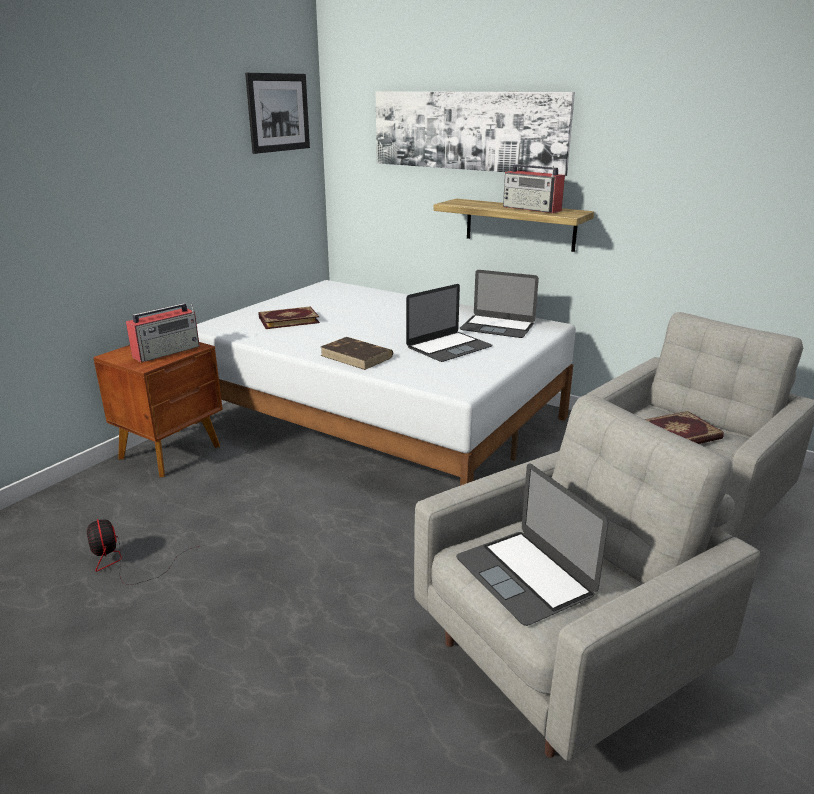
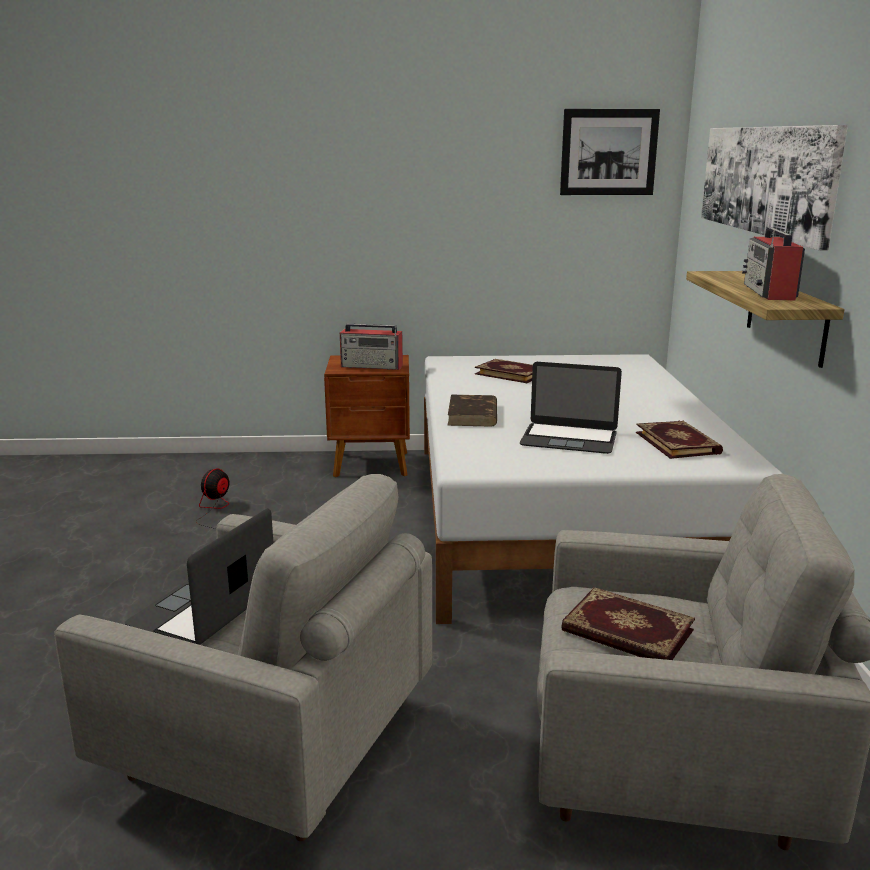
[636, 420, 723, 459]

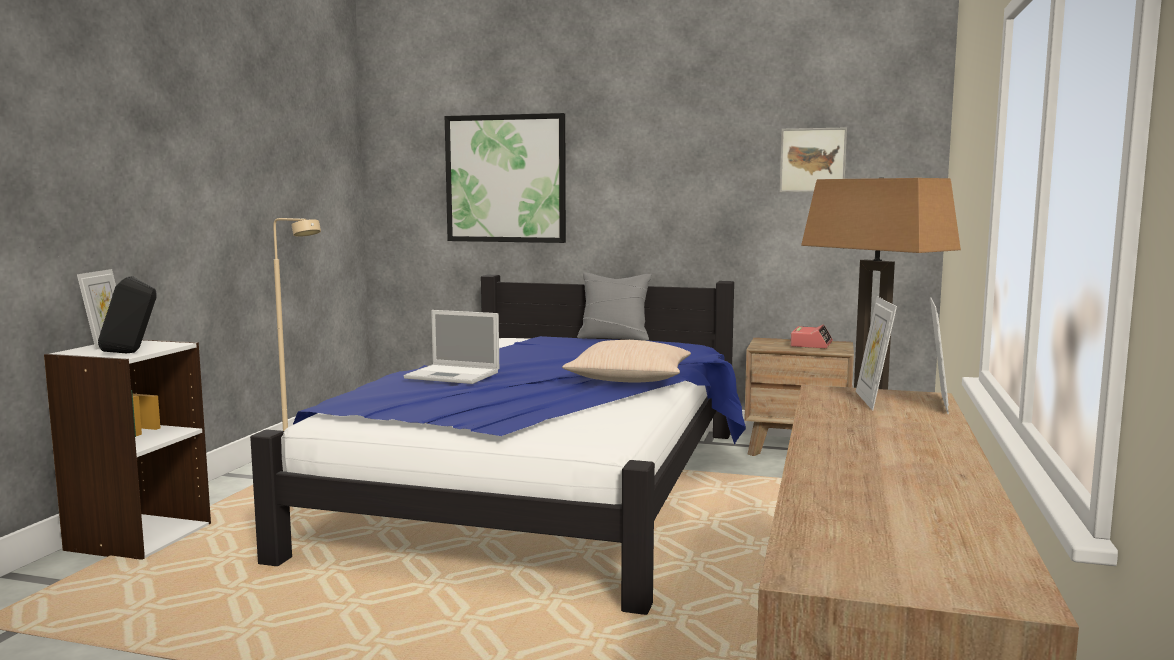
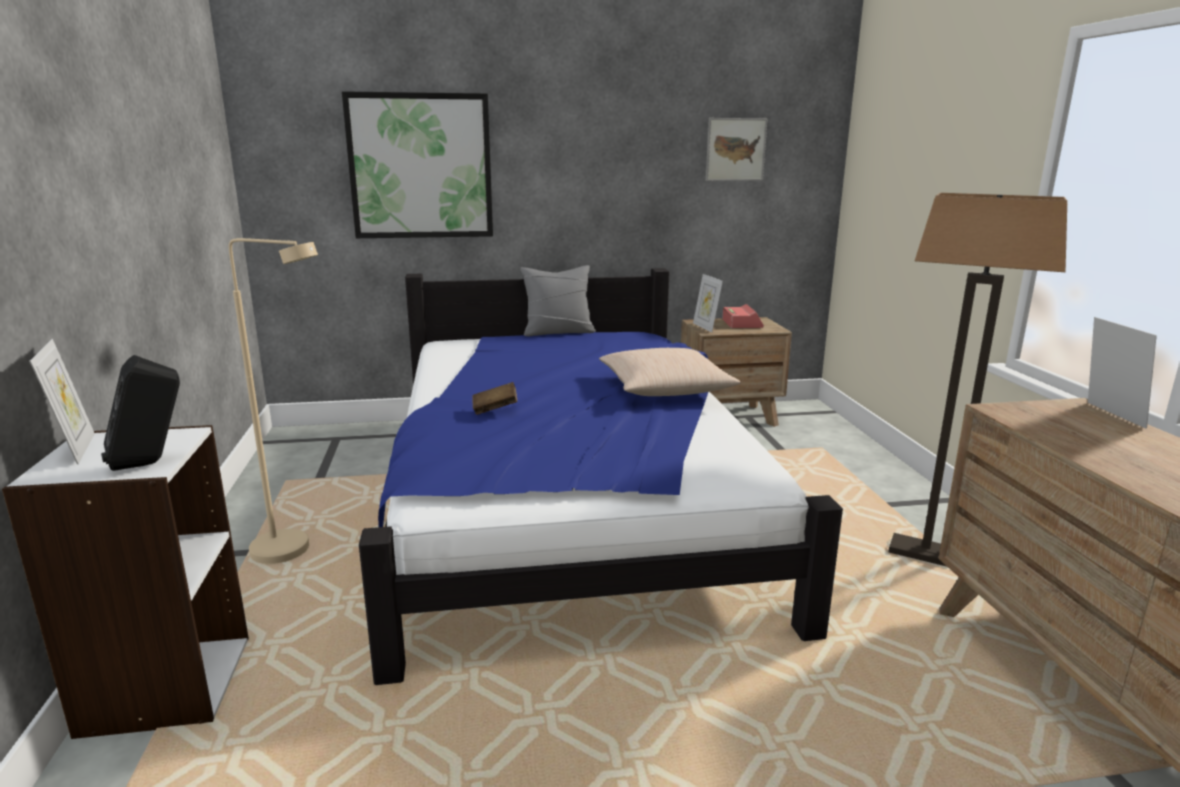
[472, 382, 517, 415]
[693, 274, 723, 333]

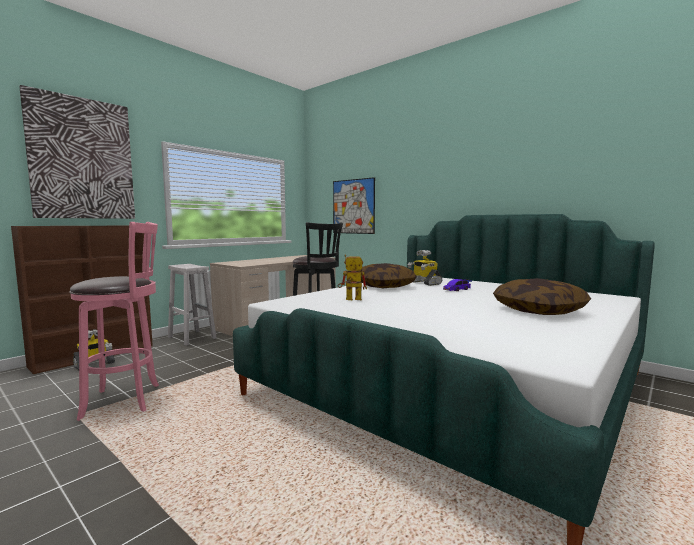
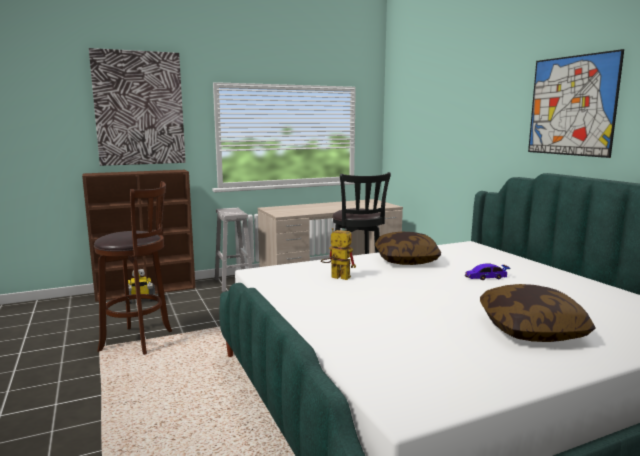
[94, 181, 172, 355]
[528, 49, 624, 158]
[408, 250, 442, 286] (first image)

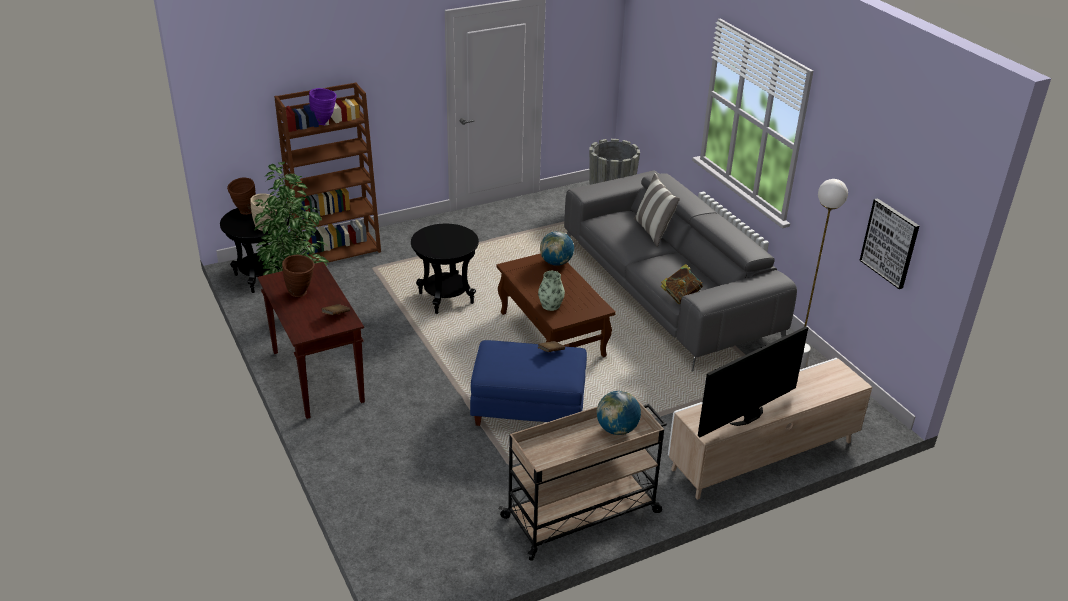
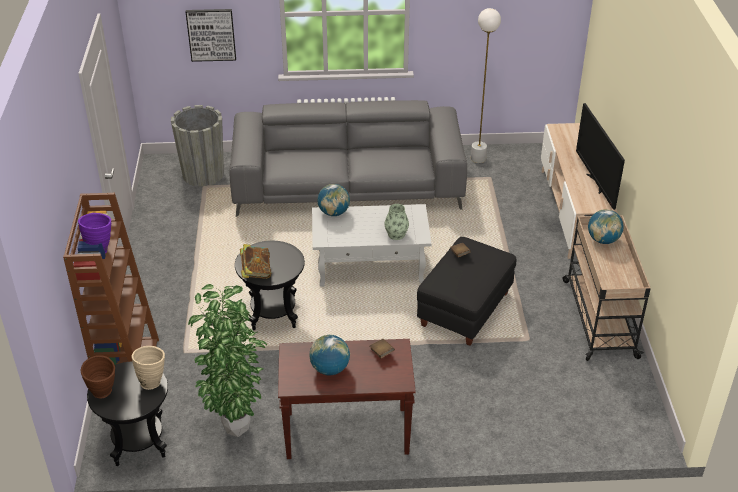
[186, 9, 236, 62]
[240, 244, 271, 279]
[309, 335, 350, 375]
[312, 204, 432, 287]
[417, 237, 517, 346]
[634, 173, 680, 247] (first image)

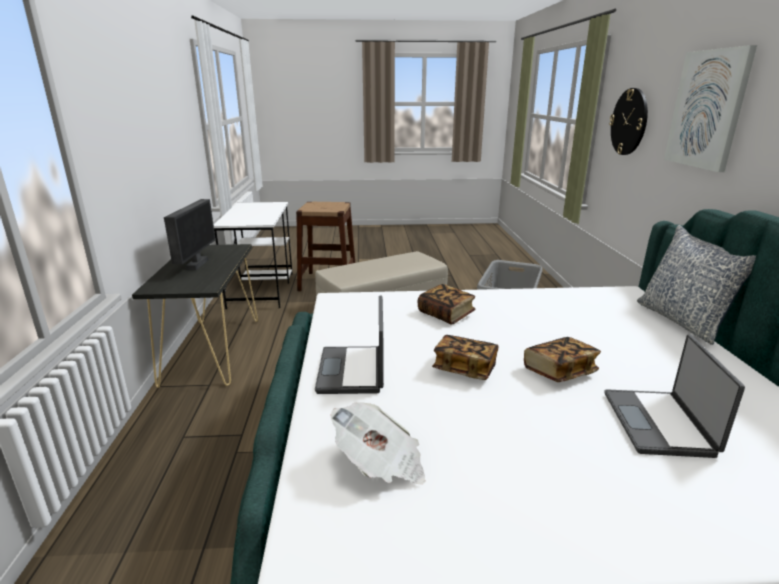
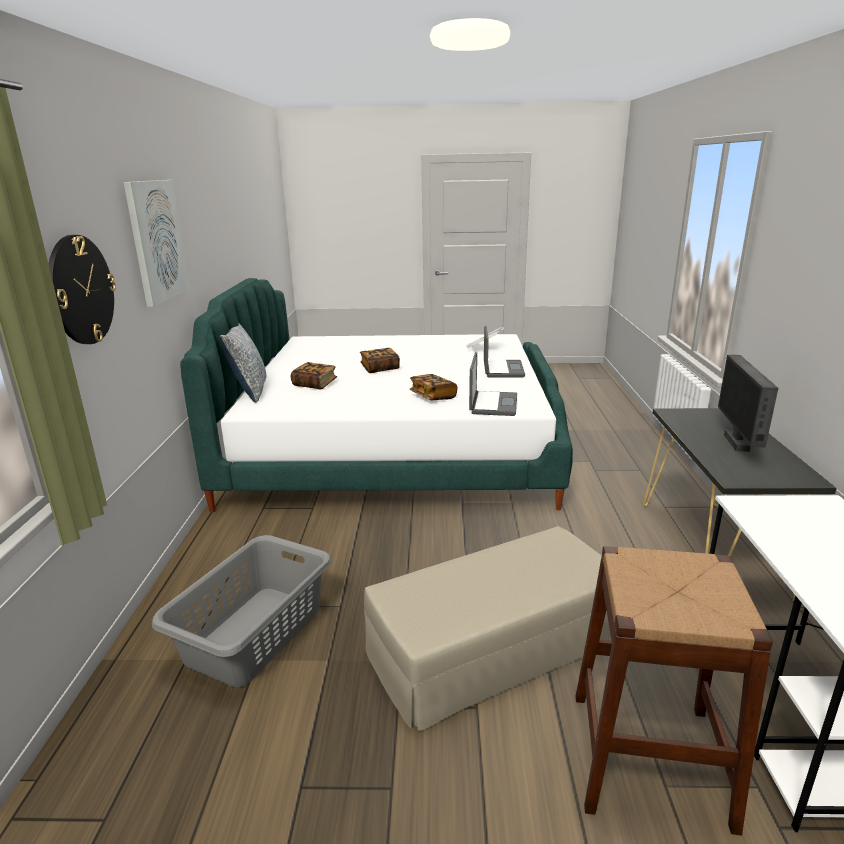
[291, 362, 337, 390]
[469, 352, 517, 416]

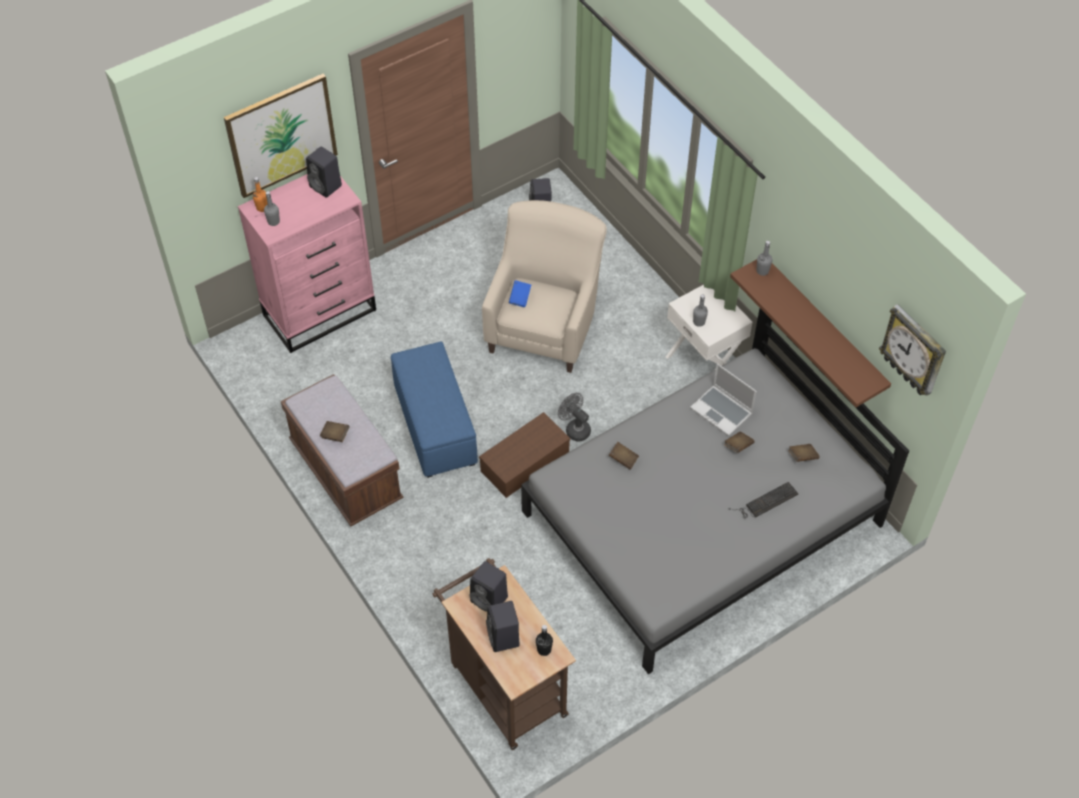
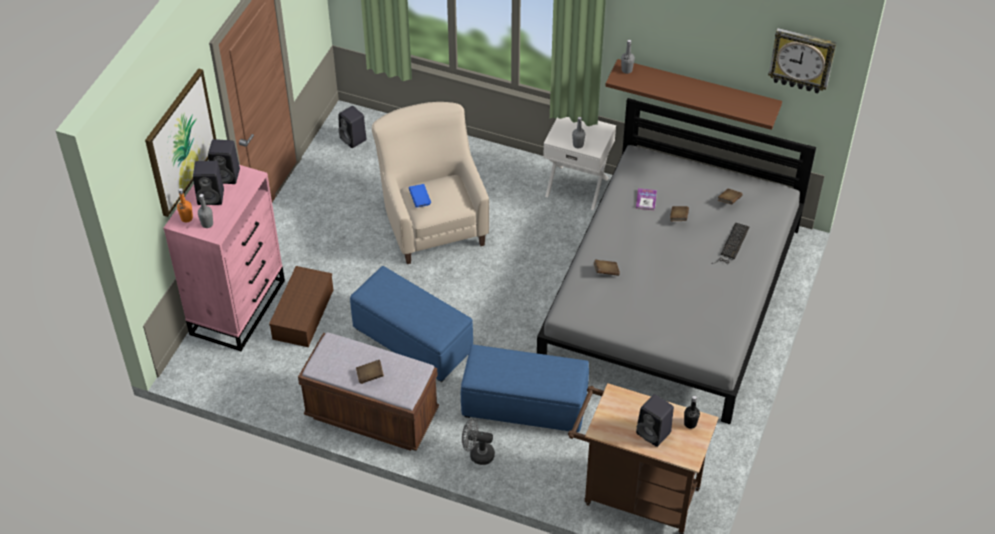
[193, 161, 224, 205]
[269, 266, 333, 347]
[461, 344, 589, 432]
[462, 419, 495, 465]
[636, 188, 657, 211]

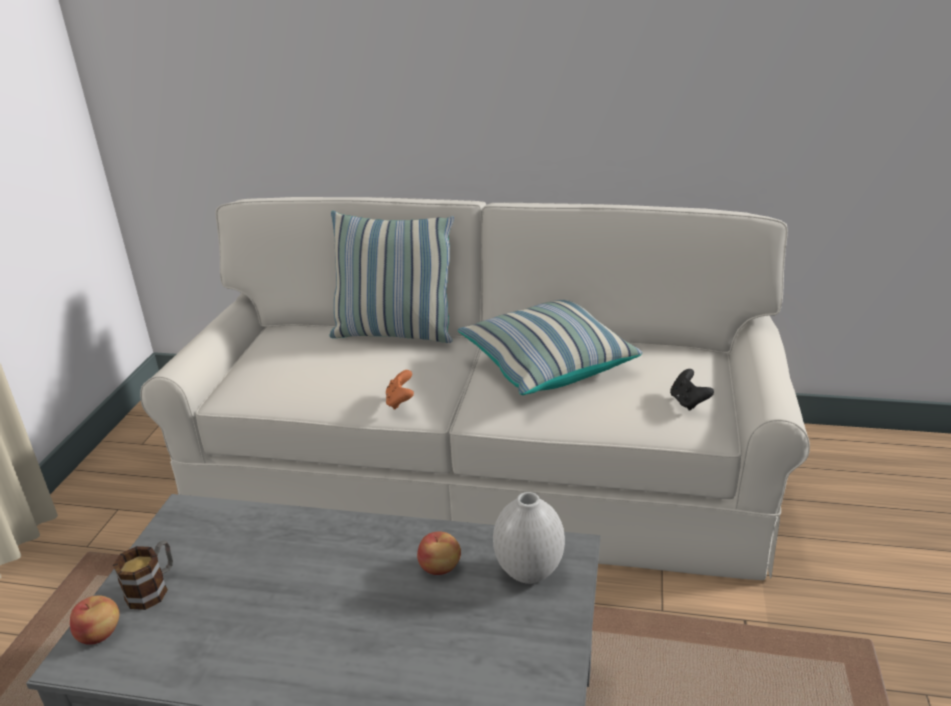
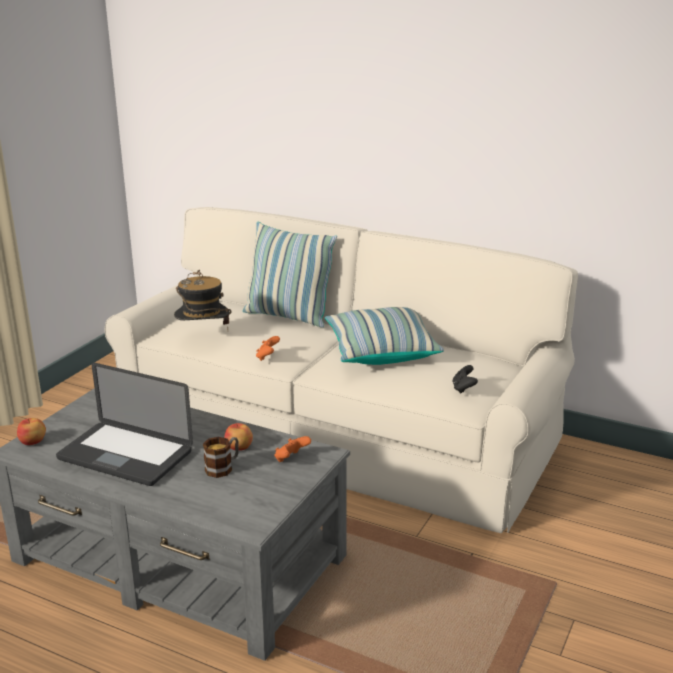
[56, 363, 193, 486]
[174, 270, 232, 330]
[203, 437, 239, 478]
[274, 436, 311, 462]

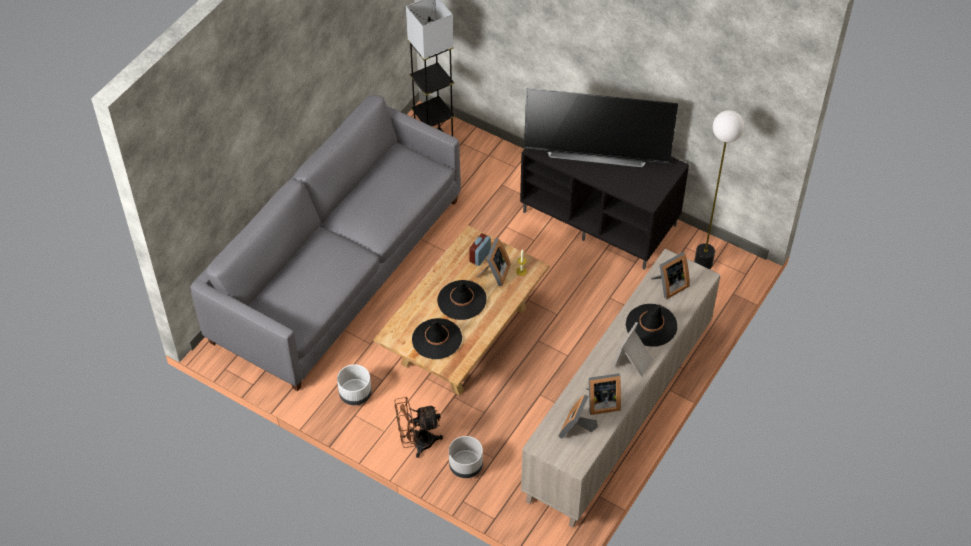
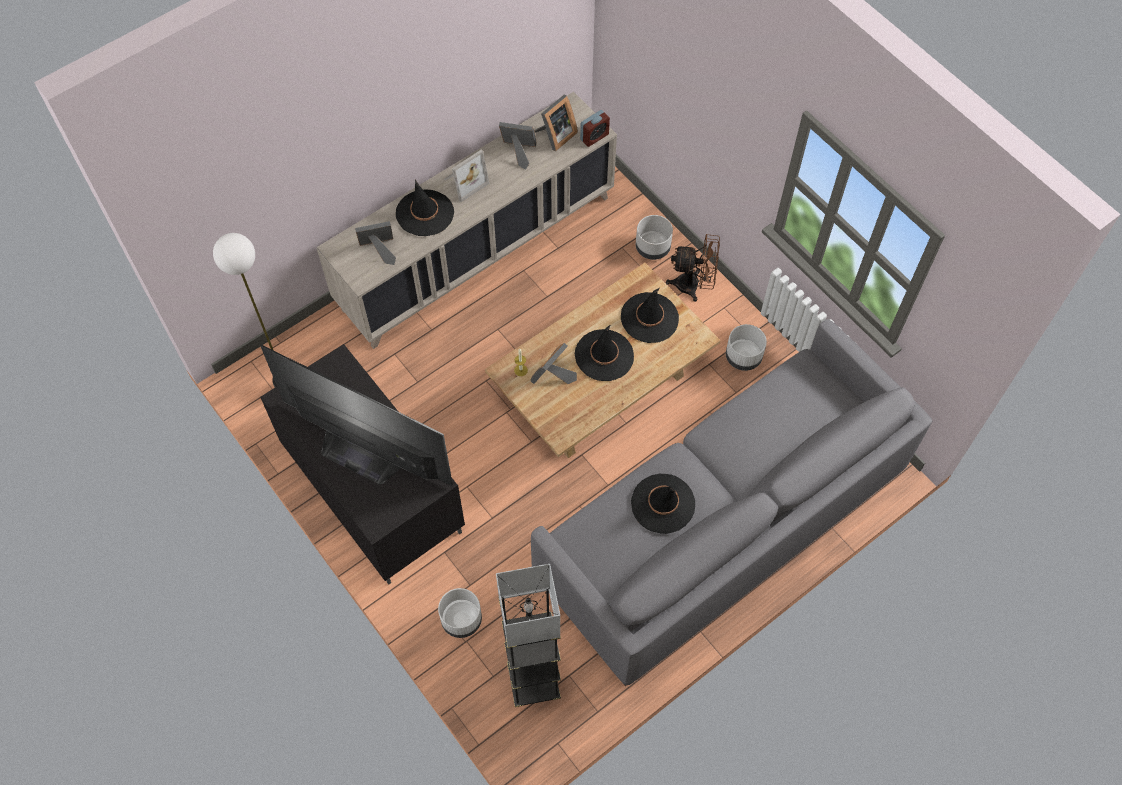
[438, 588, 482, 638]
[580, 110, 610, 147]
[631, 474, 695, 534]

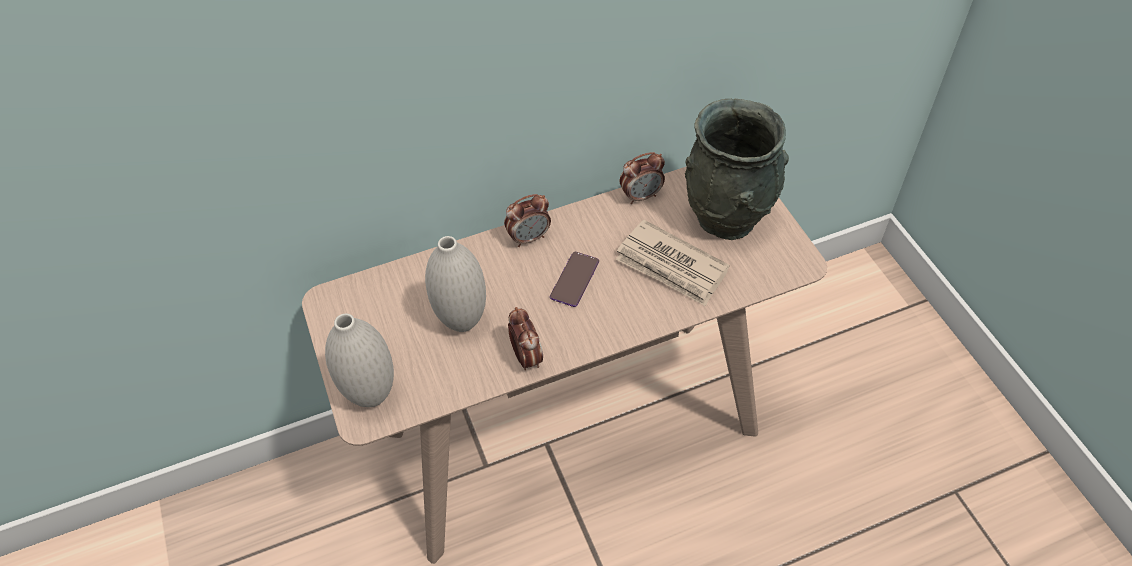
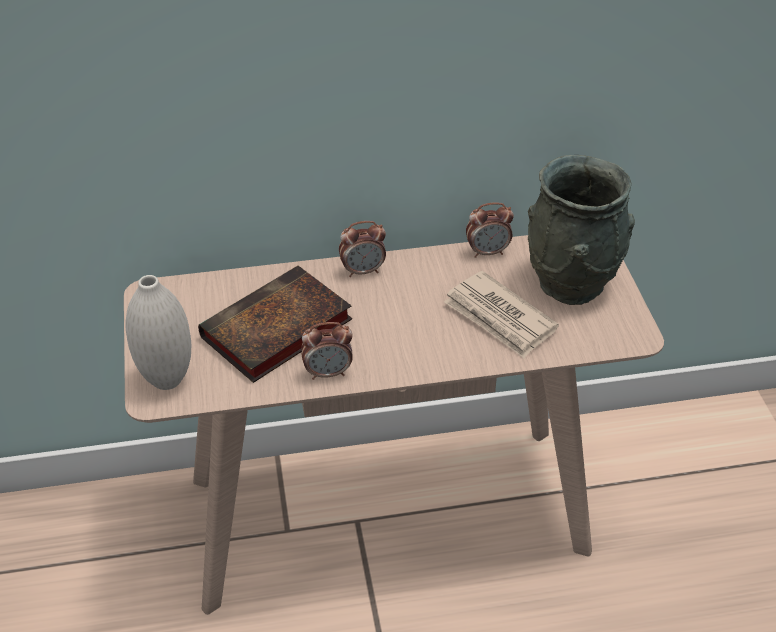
[198, 266, 352, 383]
[301, 322, 353, 380]
[550, 252, 599, 307] (first image)

